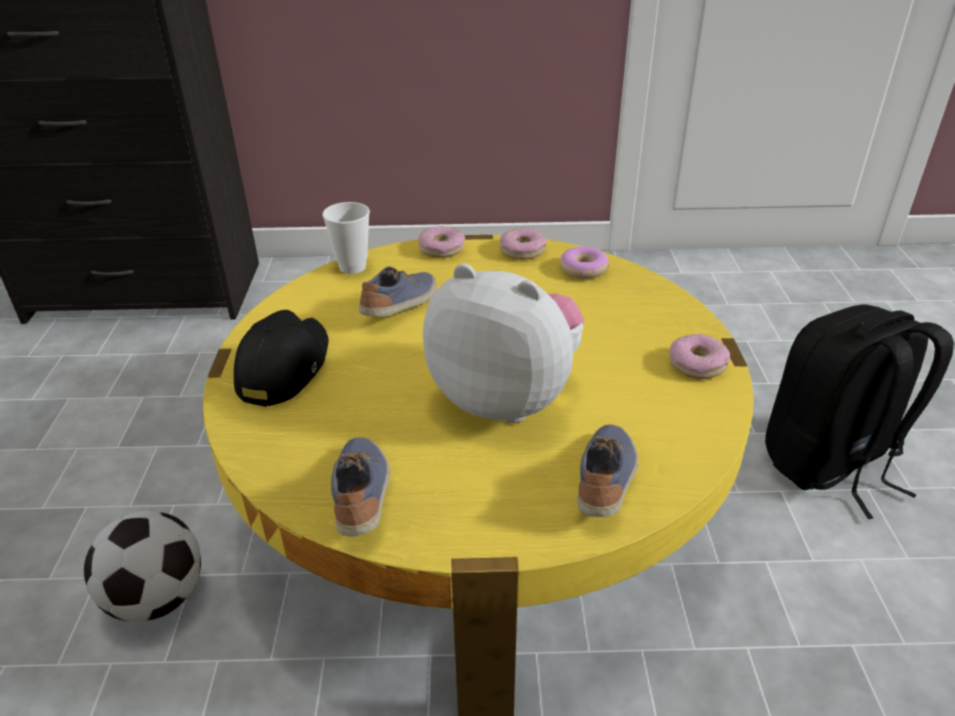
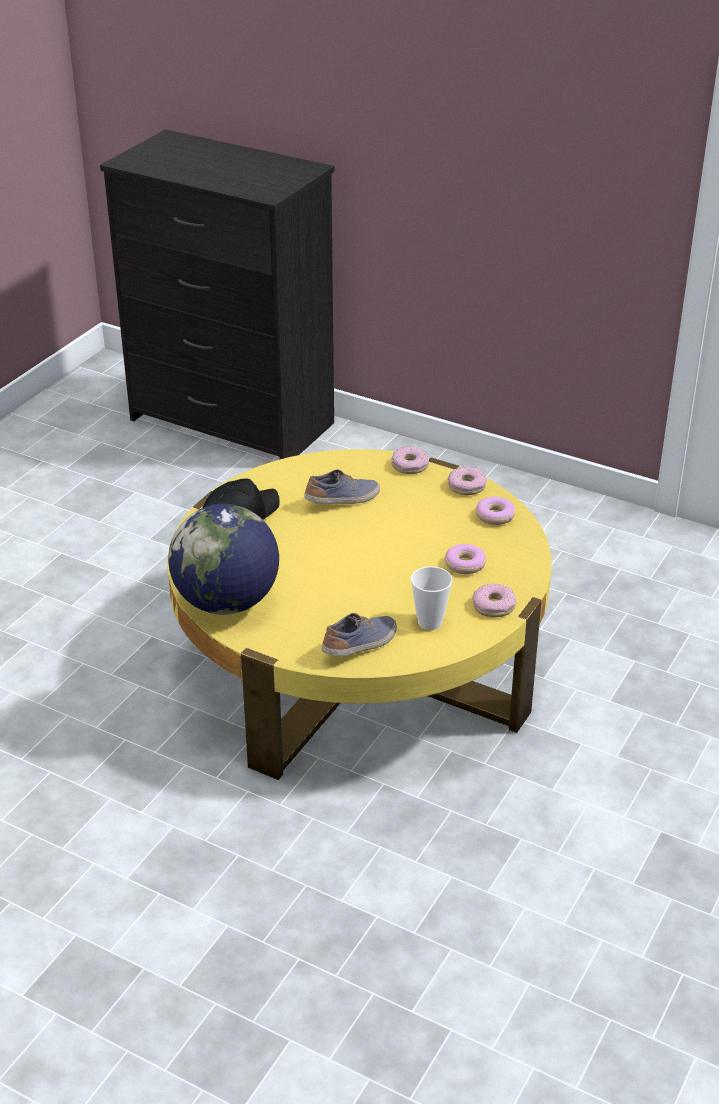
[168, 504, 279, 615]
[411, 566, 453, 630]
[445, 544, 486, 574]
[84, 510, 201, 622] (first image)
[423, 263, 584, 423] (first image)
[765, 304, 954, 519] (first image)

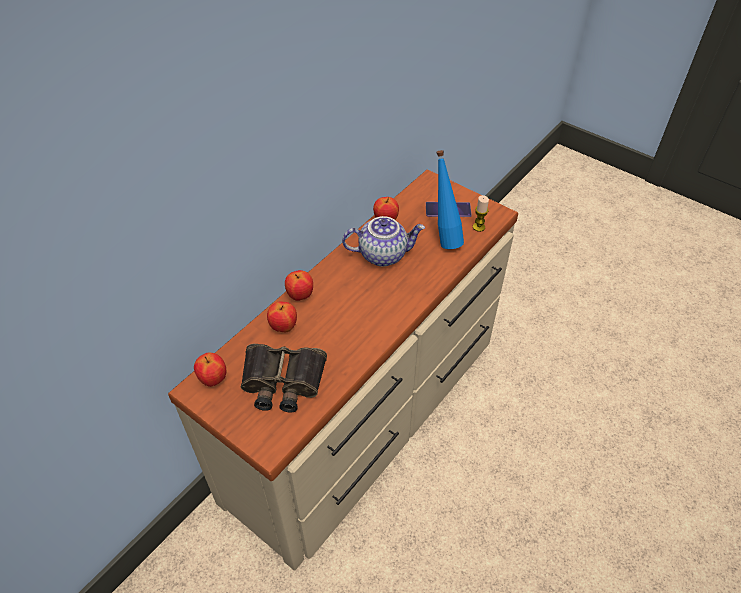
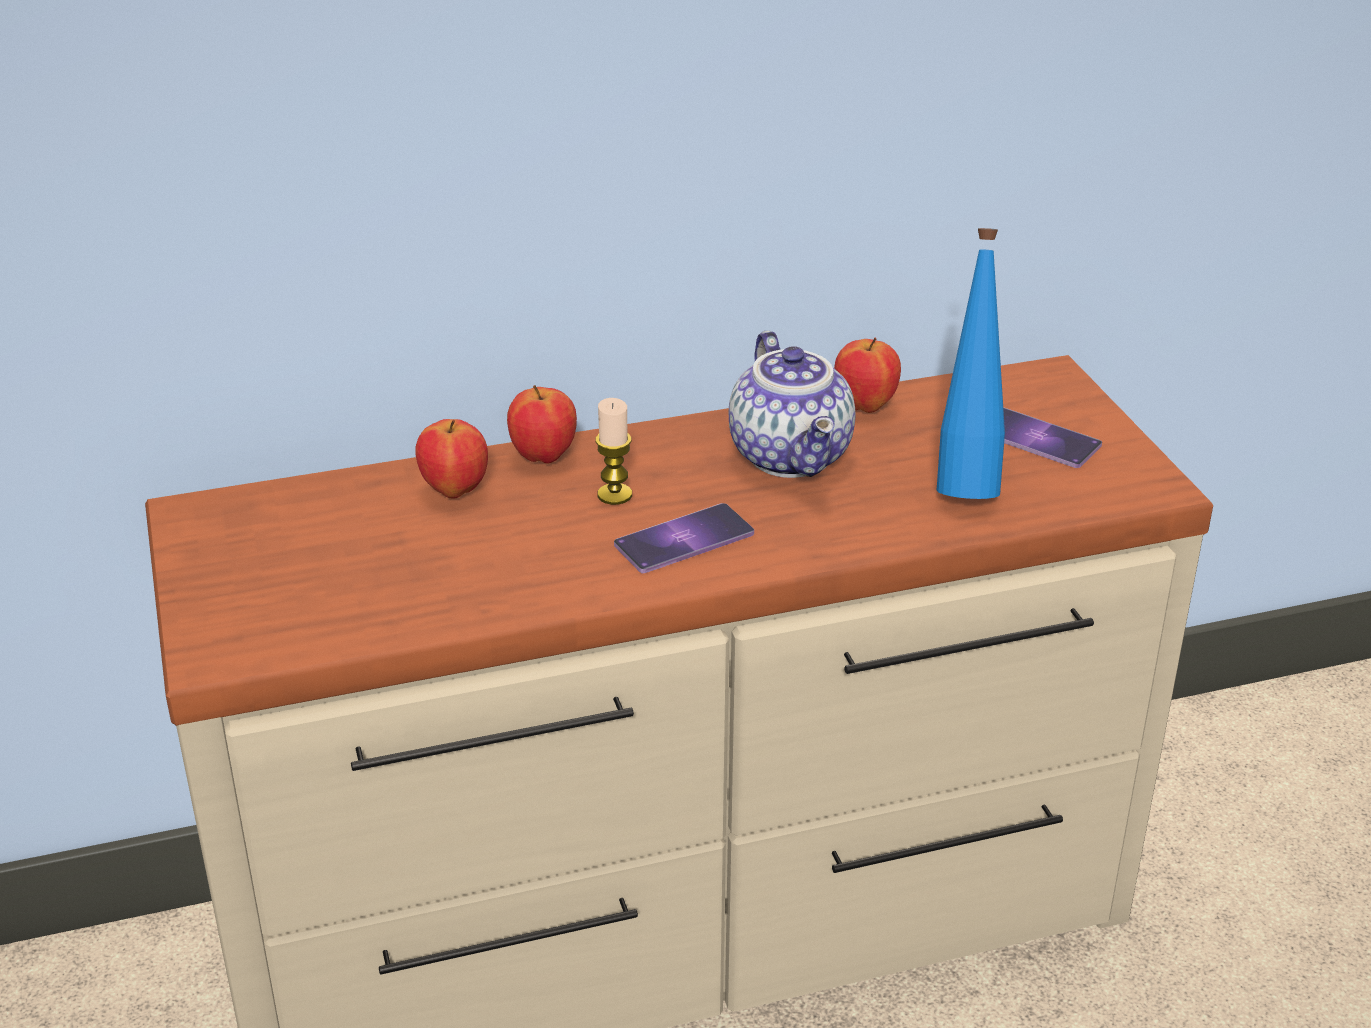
[595, 398, 632, 505]
[614, 503, 754, 573]
[729, 331, 855, 478]
[194, 353, 226, 387] (first image)
[241, 344, 327, 413] (first image)

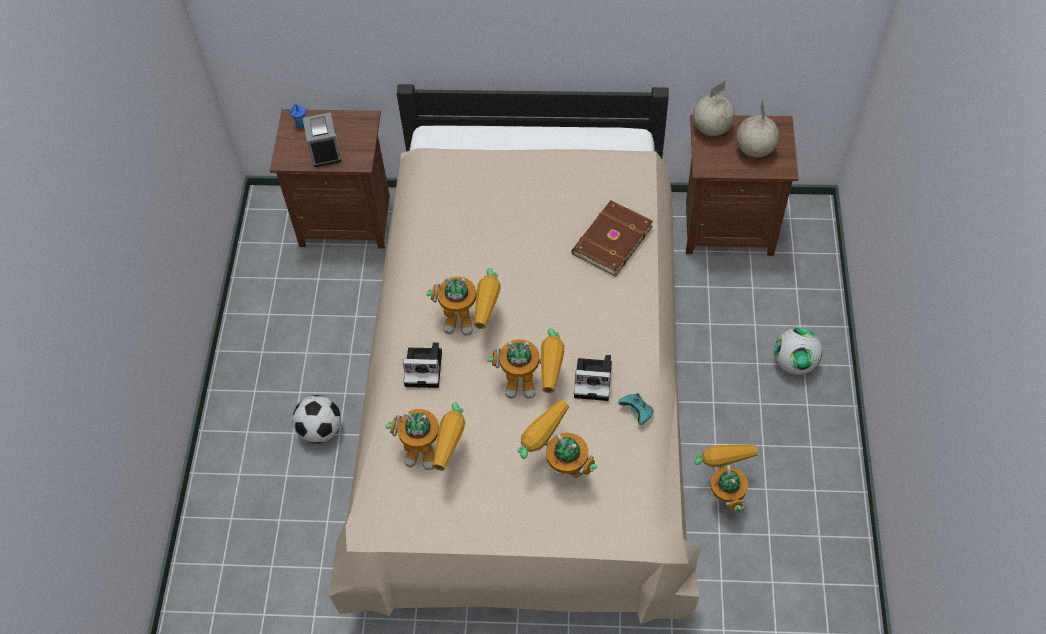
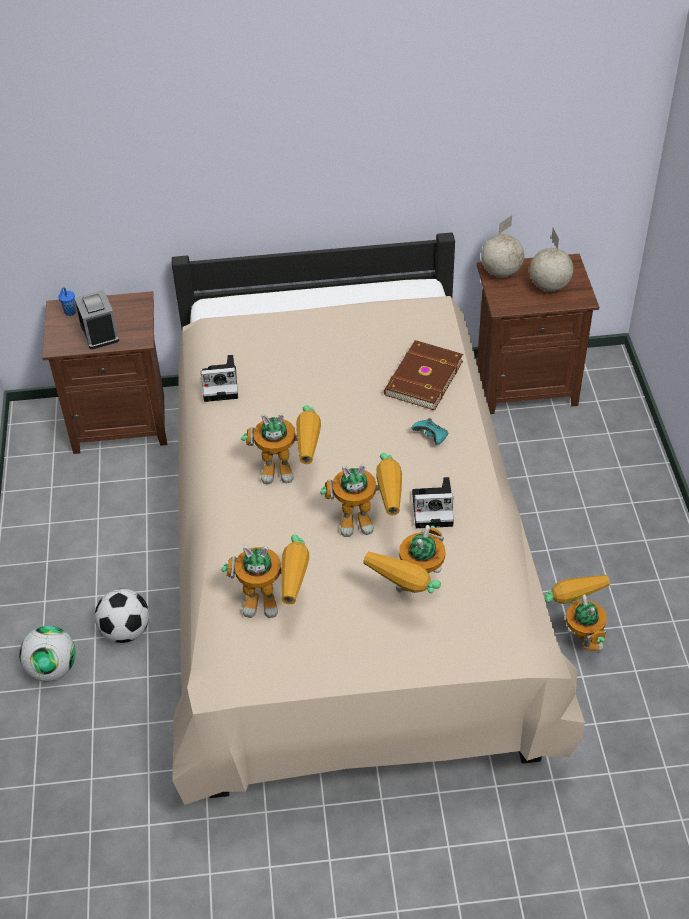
[19, 626, 76, 681]
[201, 355, 238, 402]
[363, 525, 445, 593]
[412, 418, 448, 444]

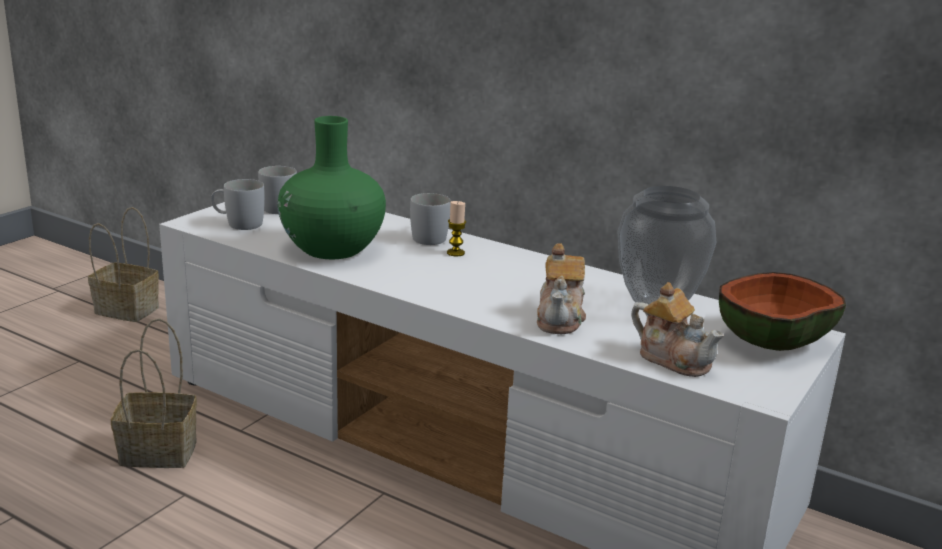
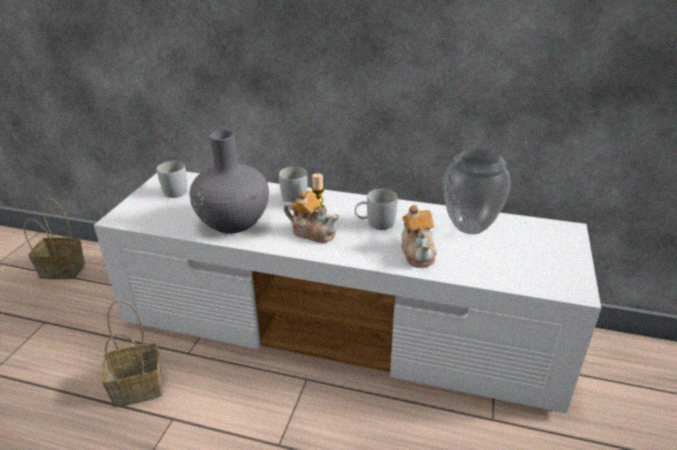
[190, 130, 269, 234]
[284, 190, 339, 243]
[355, 189, 398, 230]
[719, 272, 846, 351] (first image)

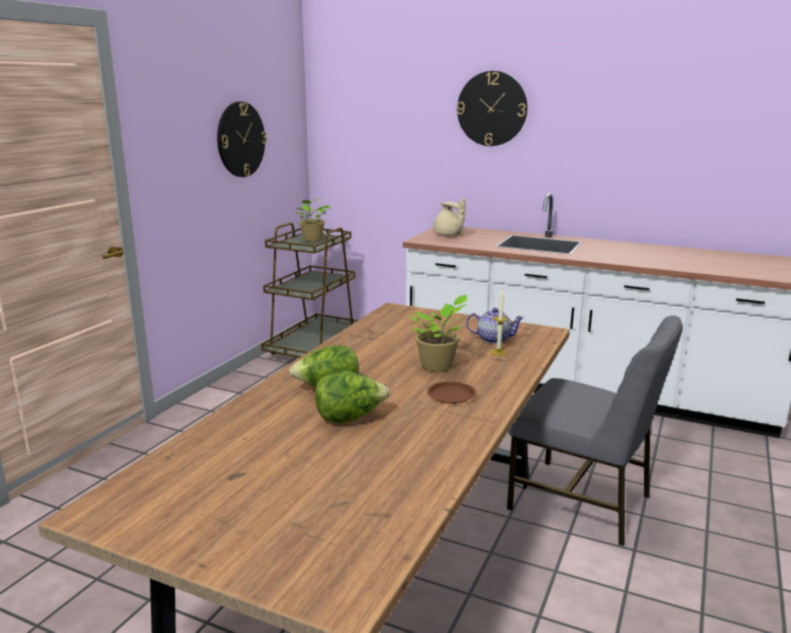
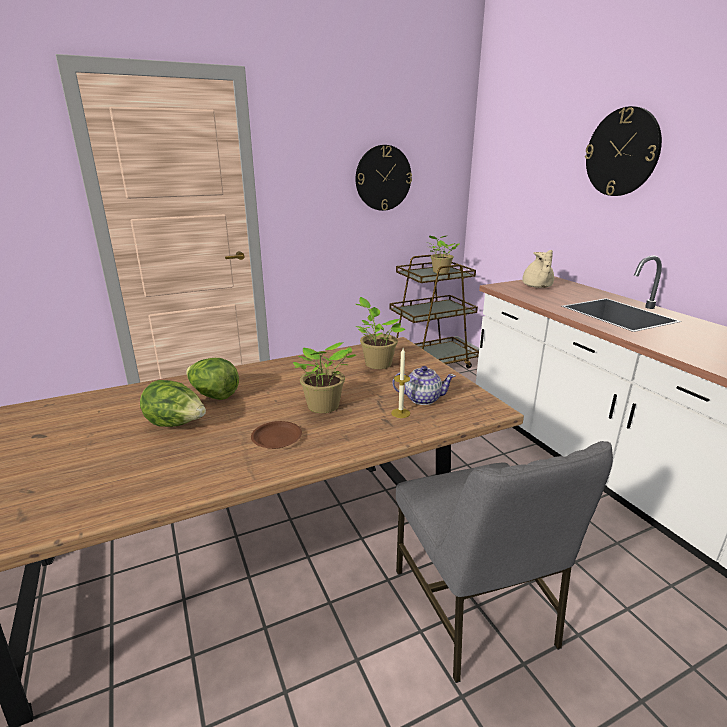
[356, 297, 406, 369]
[392, 366, 456, 405]

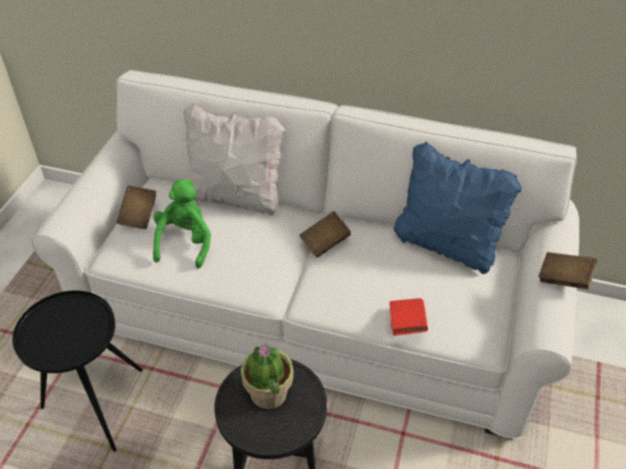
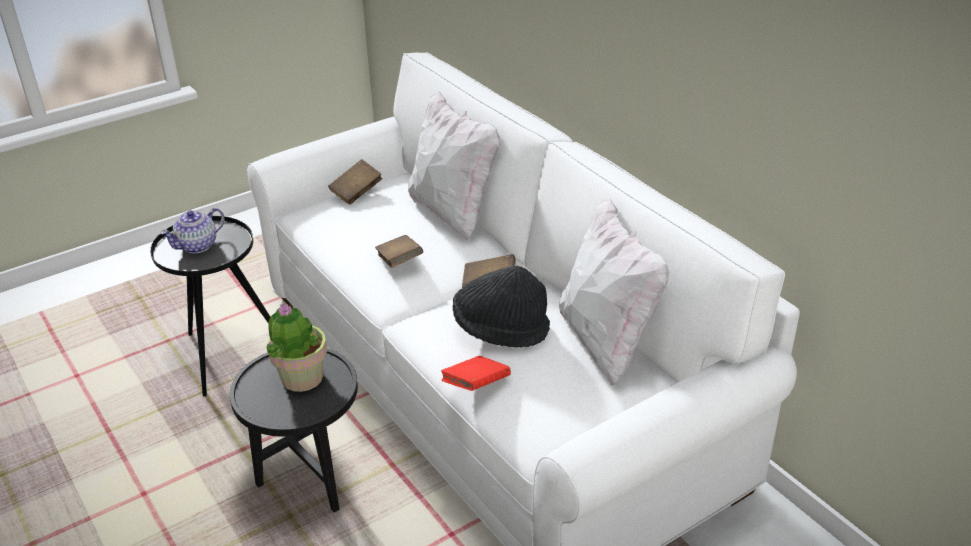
[160, 208, 225, 253]
[375, 235, 423, 268]
[453, 265, 550, 348]
[559, 199, 669, 386]
[153, 179, 211, 268] (first image)

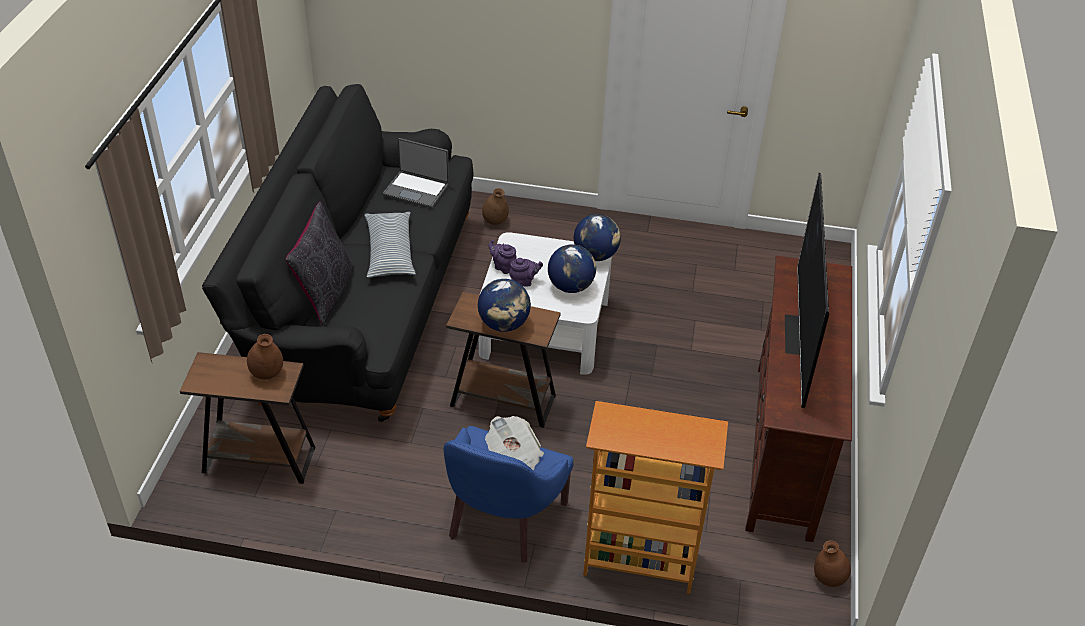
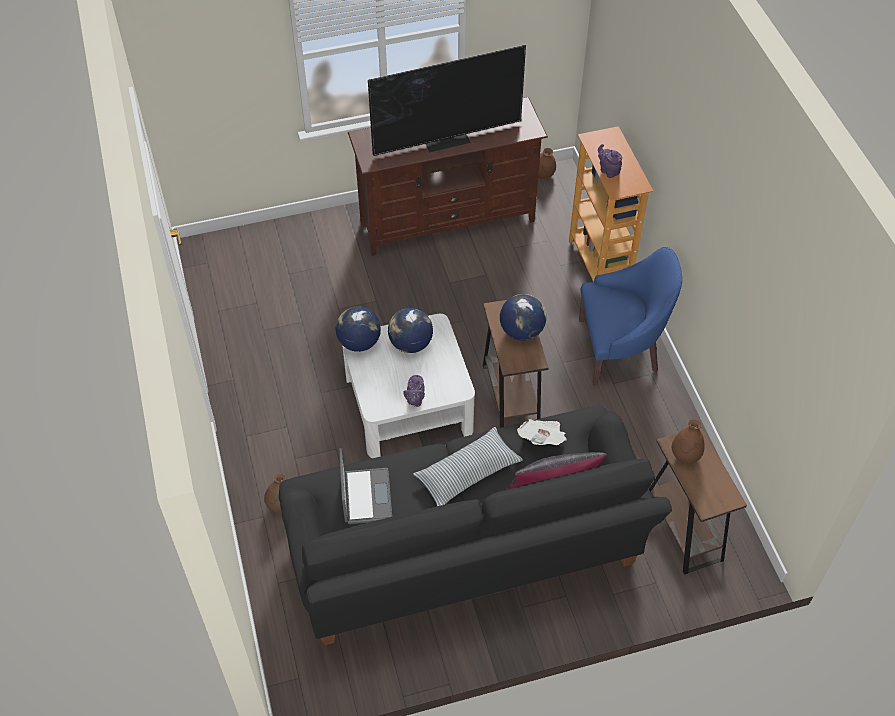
[517, 419, 567, 445]
[598, 144, 622, 178]

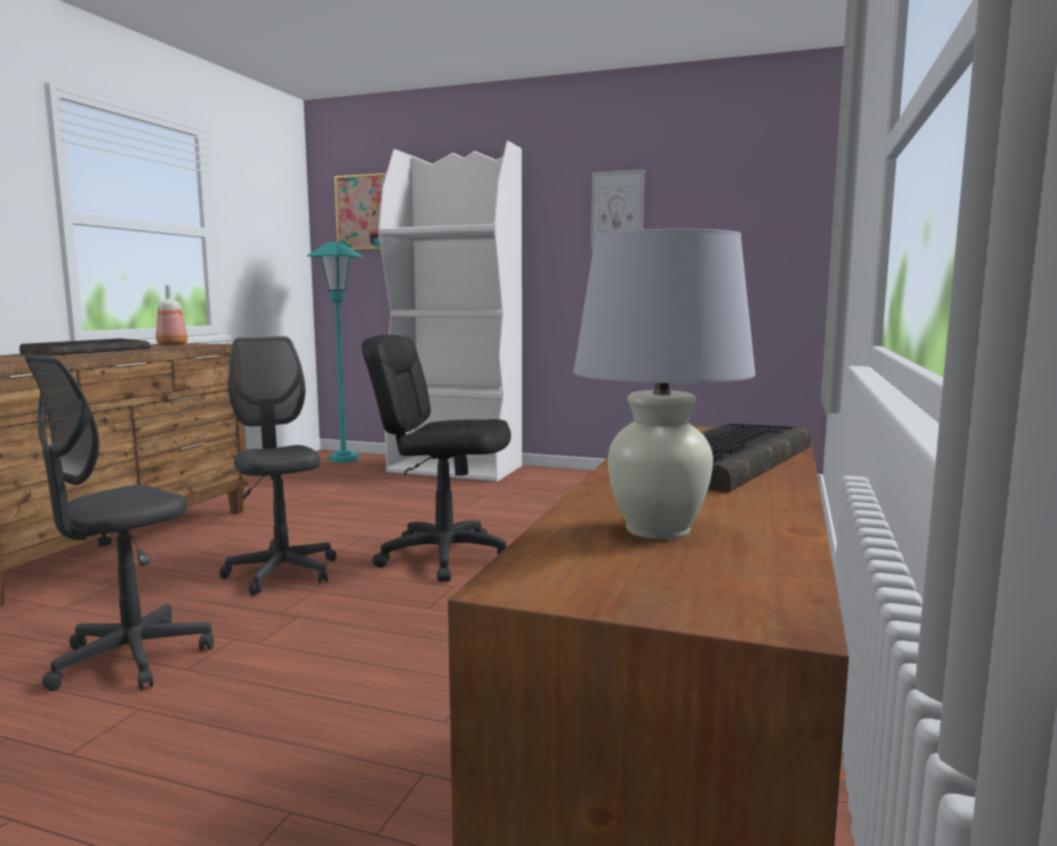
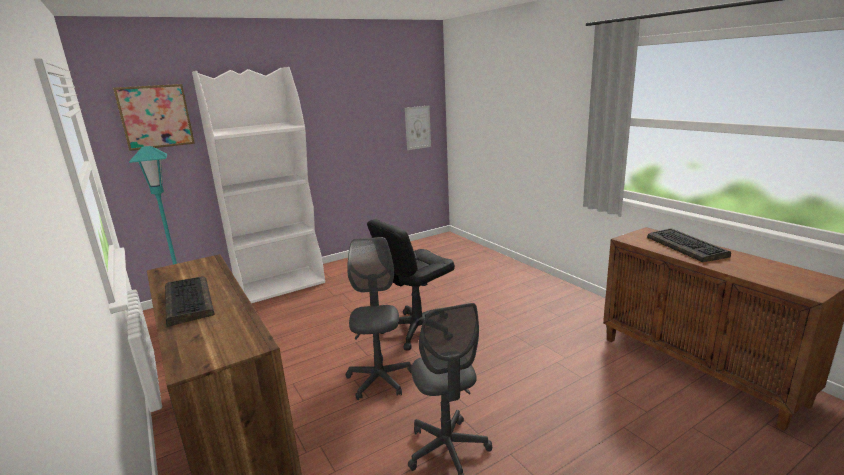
[346, 237, 412, 400]
[405, 105, 431, 150]
[156, 285, 188, 346] (first image)
[574, 229, 756, 539] (first image)

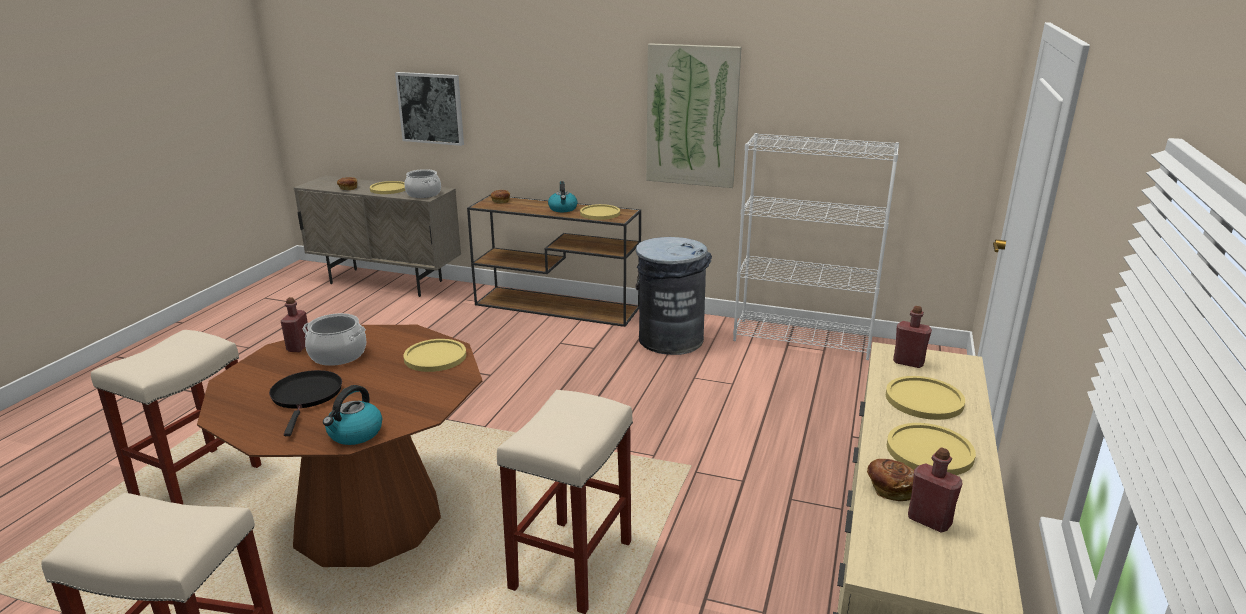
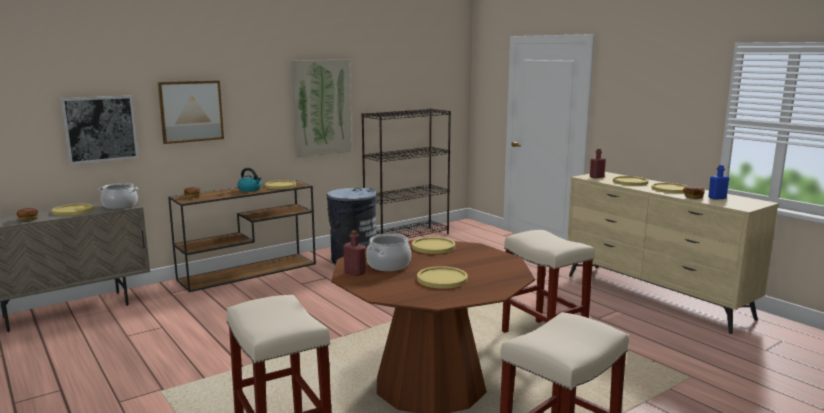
[157, 80, 224, 144]
[361, 109, 451, 238]
[417, 266, 468, 289]
[708, 165, 729, 200]
[323, 385, 382, 445] (first image)

